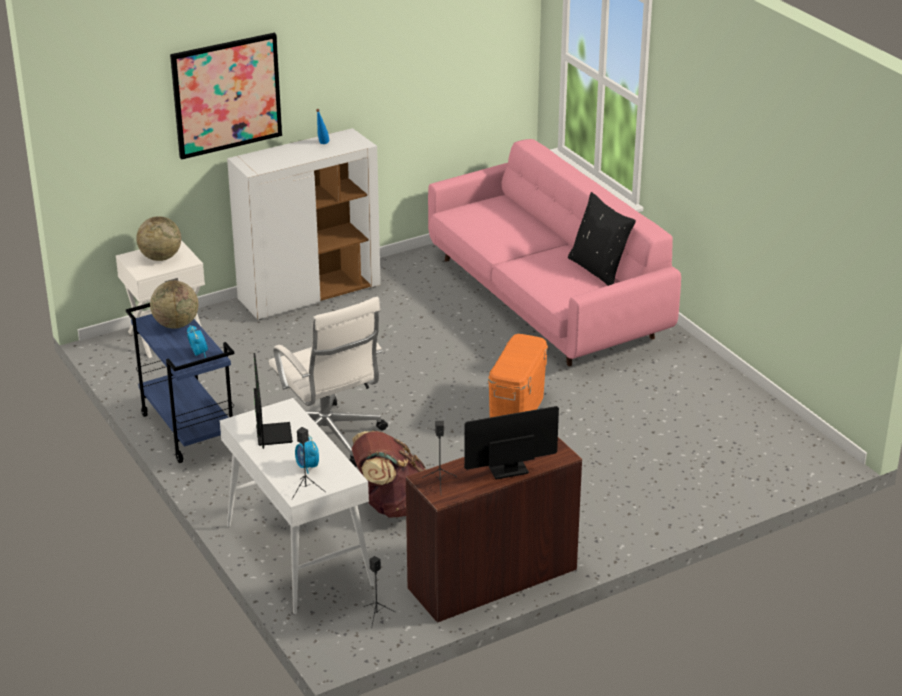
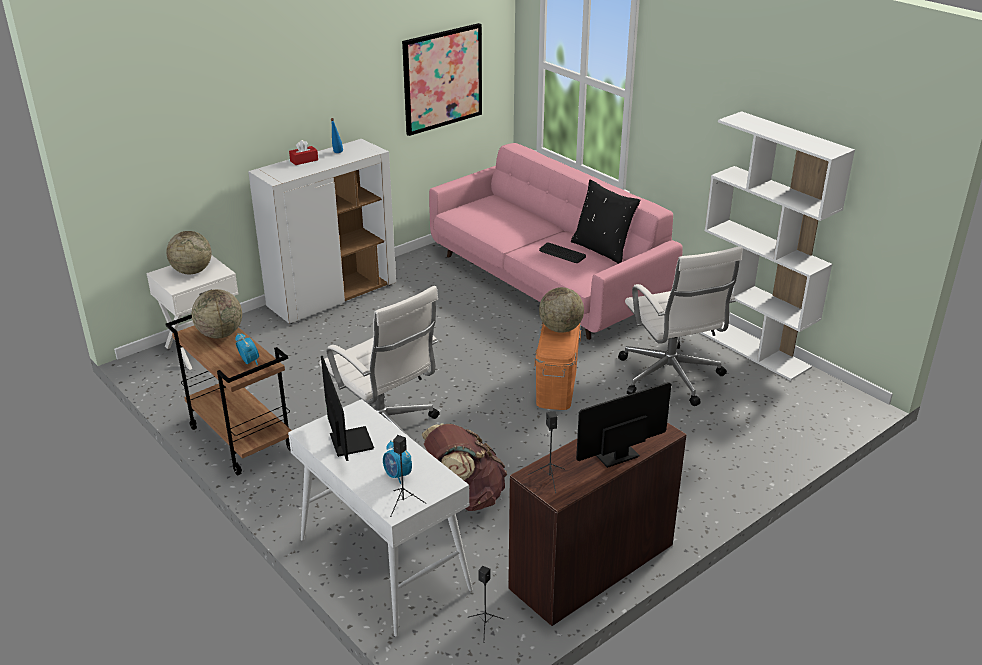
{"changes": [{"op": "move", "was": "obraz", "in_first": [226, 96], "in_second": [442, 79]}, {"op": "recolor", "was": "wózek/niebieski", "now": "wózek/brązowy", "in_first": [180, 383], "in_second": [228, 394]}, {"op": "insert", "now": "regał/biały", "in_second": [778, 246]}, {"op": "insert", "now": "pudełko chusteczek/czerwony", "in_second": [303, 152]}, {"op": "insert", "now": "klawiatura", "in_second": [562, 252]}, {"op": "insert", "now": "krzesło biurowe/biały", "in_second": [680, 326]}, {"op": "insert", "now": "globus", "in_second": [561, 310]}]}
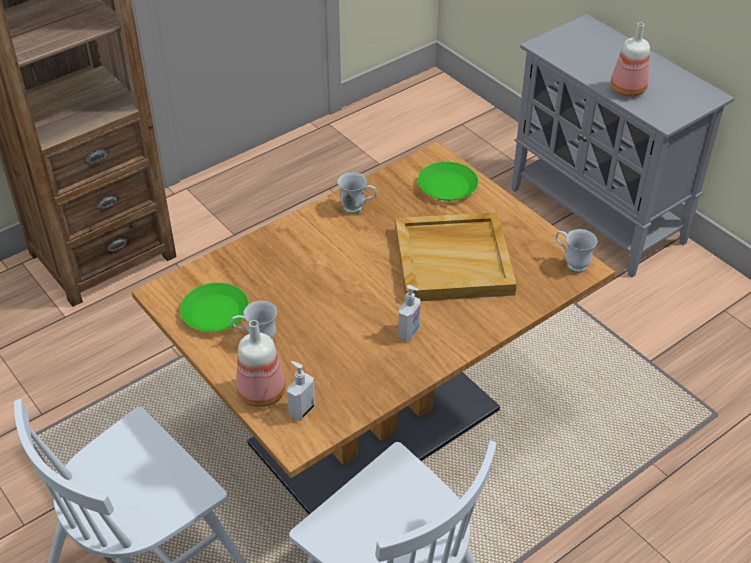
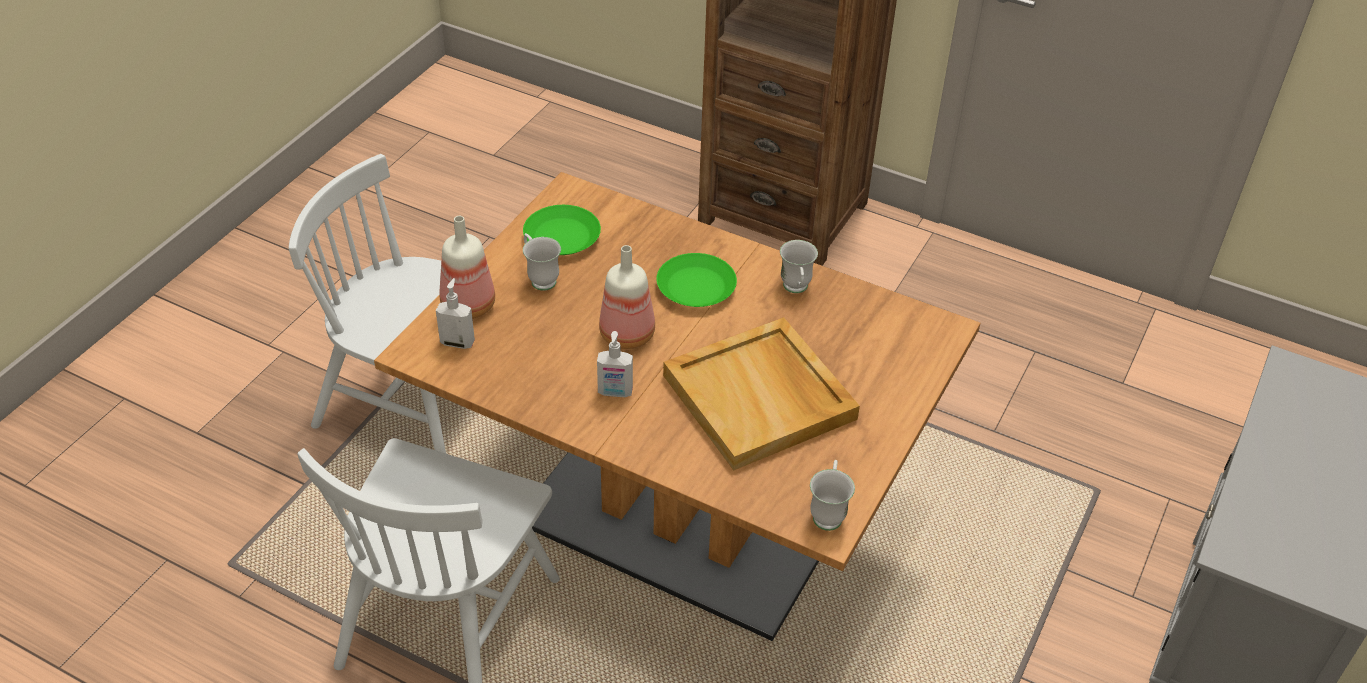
{"changes": [{"op": "move", "was": "butelka", "in_first": [630, 60], "in_second": [627, 297]}, {"op": "move", "was": "talerz/zielony", "in_first": [448, 181], "in_second": [697, 280]}]}
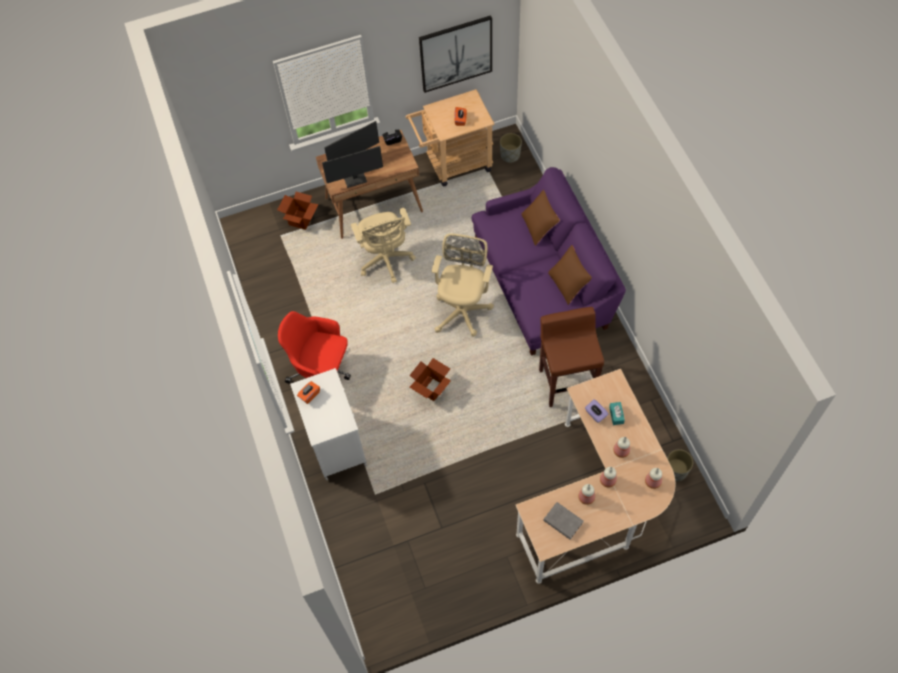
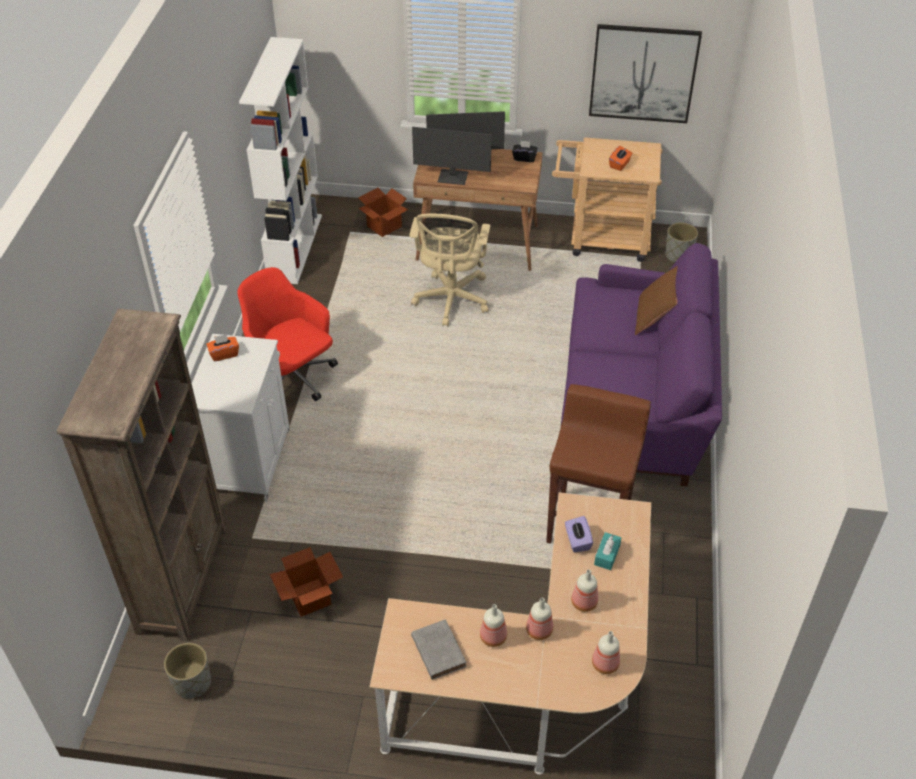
{"changes": [{"op": "delete", "was": "krzesło biurowe/beżowy", "in_first": [462, 285]}, {"op": "delete", "was": "poduszka/brązowy", "in_first": [570, 275]}, {"op": "move", "was": "karton", "in_first": [430, 379], "in_second": [306, 582]}, {"op": "move", "was": "donica/szary", "in_first": [680, 465], "in_second": [187, 671]}, {"op": "insert", "now": "regał/biały", "in_second": [280, 160]}, {"op": "insert", "now": "regał/brązowy", "in_second": [142, 475]}]}
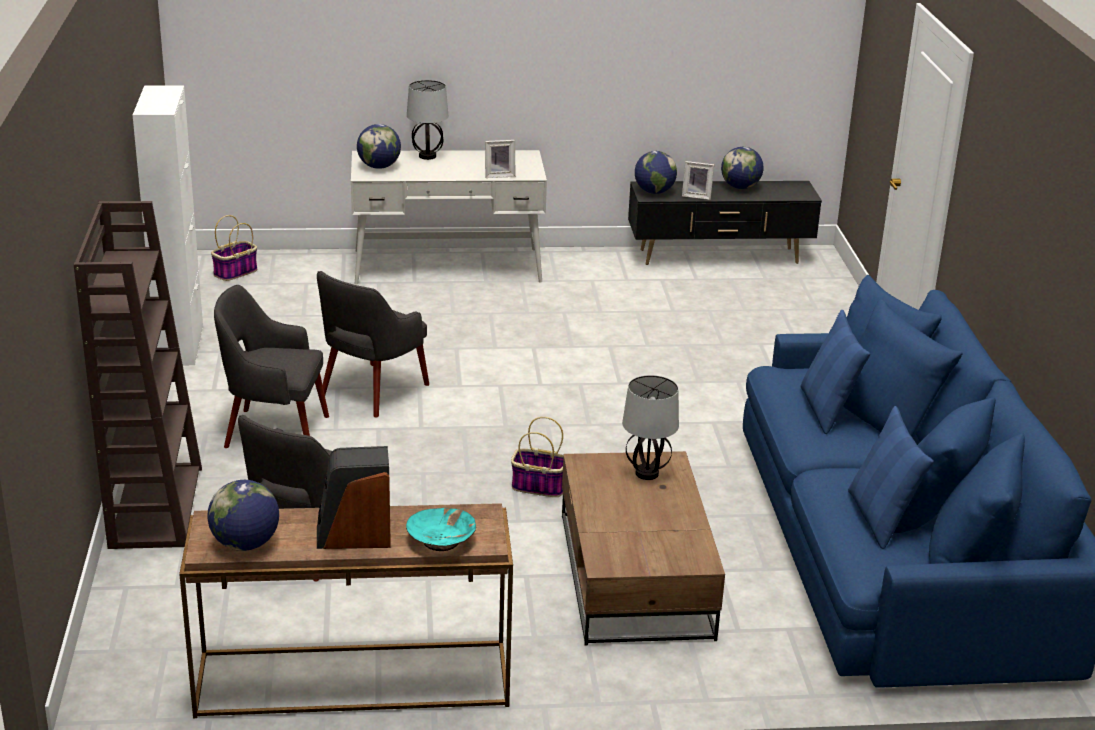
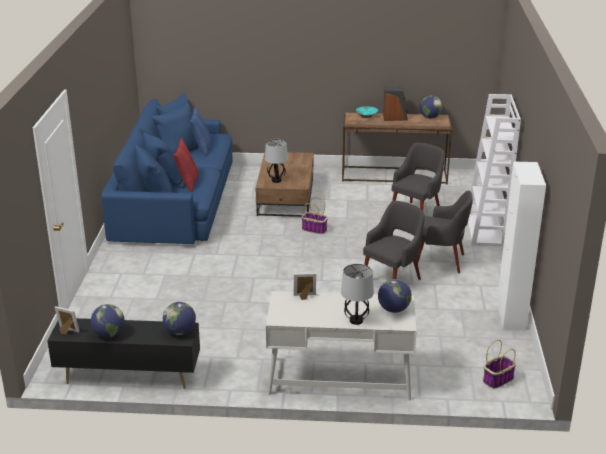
{"changes": [{"op": "move", "was": "ramka na zdjęcie", "in_first": [698, 180], "in_second": [67, 320]}, {"op": "recolor", "was": "regał/brązowy", "now": "regał/biały", "in_first": [138, 375], "in_second": [494, 170]}, {"op": "recolor", "was": "poduszka/niebieski", "now": "poduszka/czerwony", "in_first": [835, 372], "in_second": [185, 165]}]}
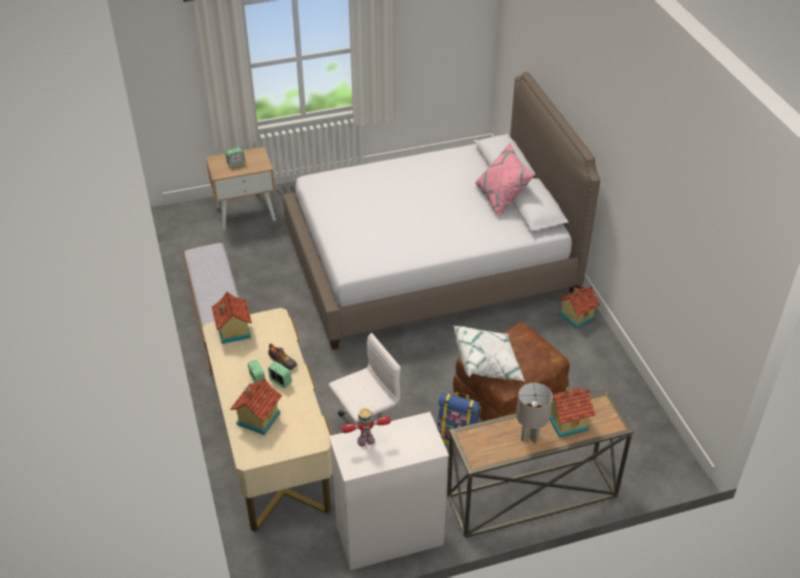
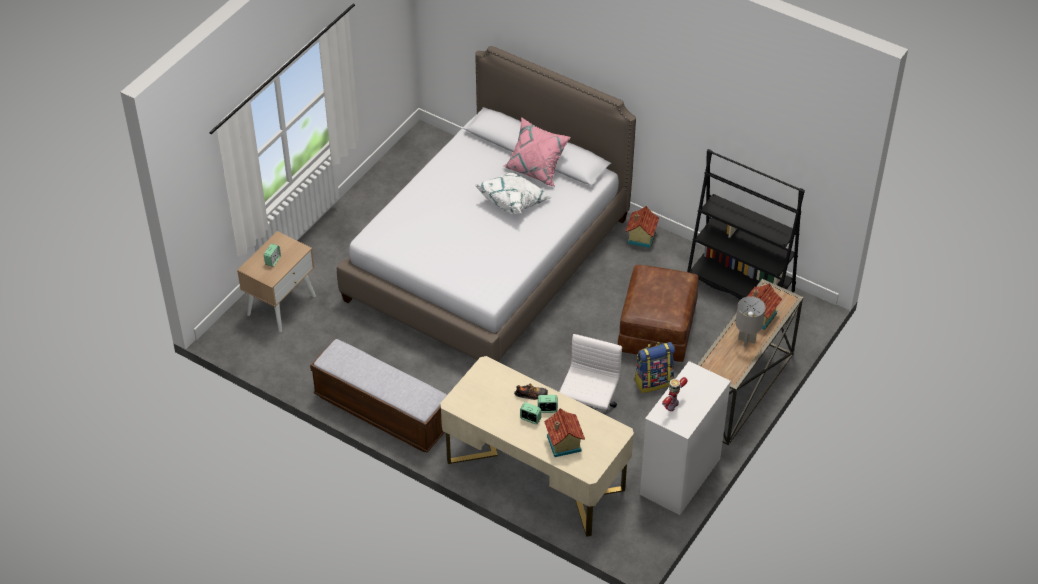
{"changes": [{"op": "delete", "was": "domek", "in_first": [232, 318]}, {"op": "move", "was": "poduszka/biały", "in_first": [489, 353], "in_second": [513, 193]}, {"op": "insert", "now": "regał/czarny", "in_second": [746, 224]}]}
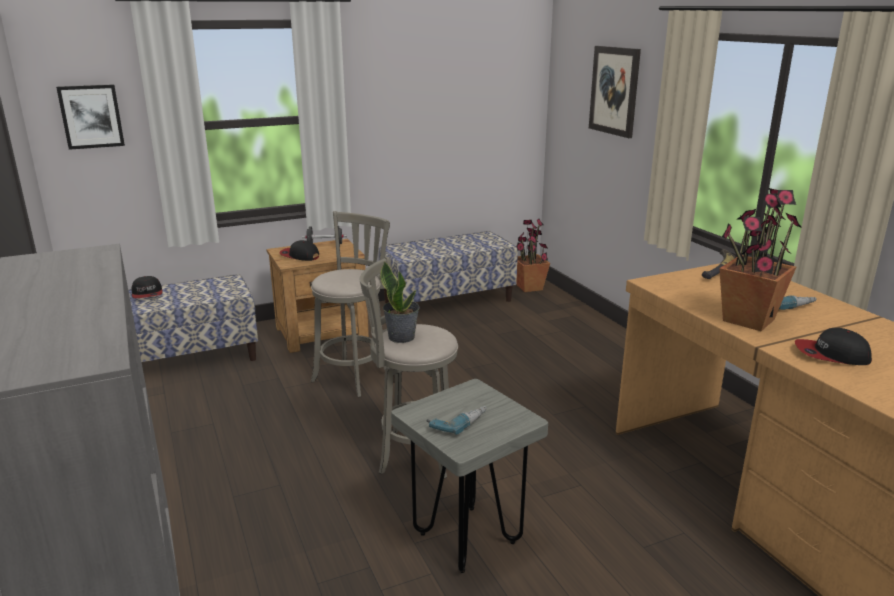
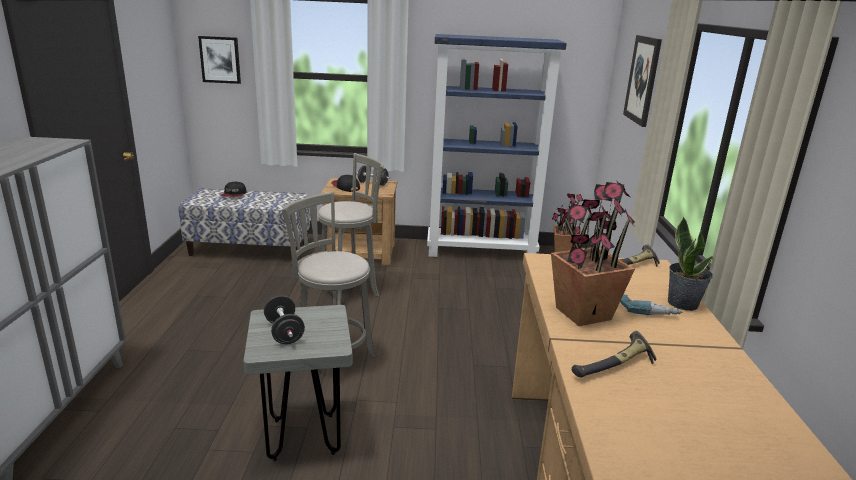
{"changes": [{"op": "replace", "was": "ławka", "now": "regał/niebieski", "in_first": [448, 267], "in_second": [497, 145]}, {"op": "move", "was": "roślina doniczkowa", "in_first": [400, 302], "in_second": [691, 264]}, {"op": "replace", "was": "czapka z daszkiem", "now": "młotek", "in_first": [833, 346], "in_second": [614, 354]}, {"op": "replace", "was": "wiertarka", "now": "hantel/czarny", "in_first": [456, 420], "in_second": [284, 319]}]}
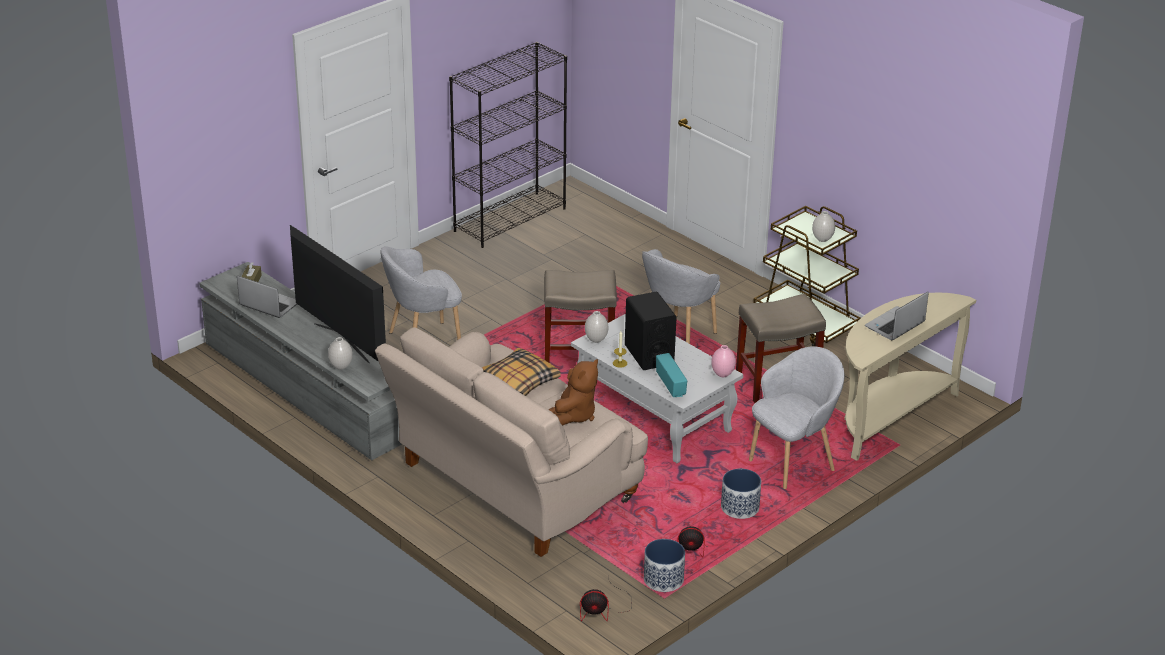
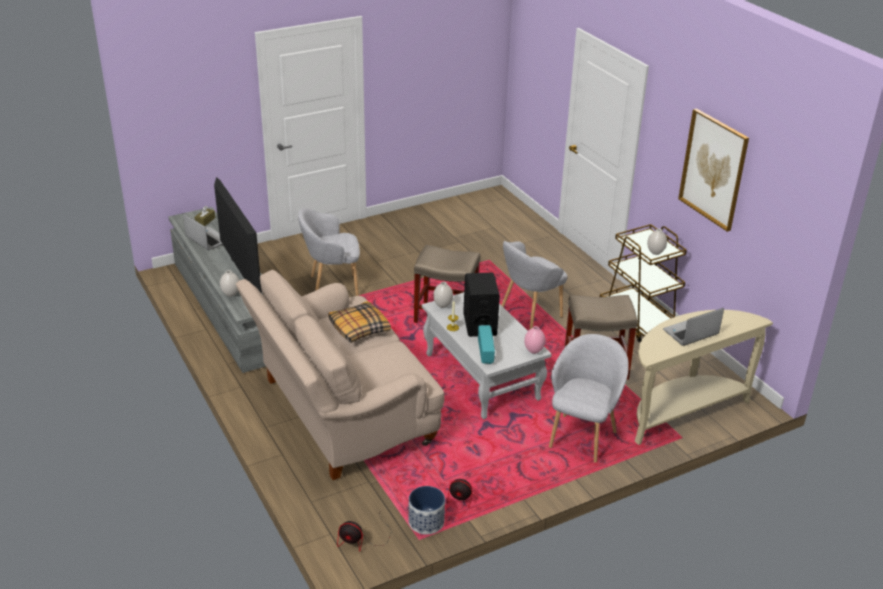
{"changes": [{"op": "delete", "was": "regał/czarny", "in_first": [508, 145]}, {"op": "rotate", "was": "fotel/szary", "in_first": [797, 417], "in_second": [589, 398], "clockwise": -45}, {"op": "delete", "was": "pluszak/brązowy", "in_first": [573, 392]}, {"op": "delete", "was": "donica", "in_first": [741, 494]}, {"op": "insert", "now": "obraz", "in_second": [713, 170]}]}
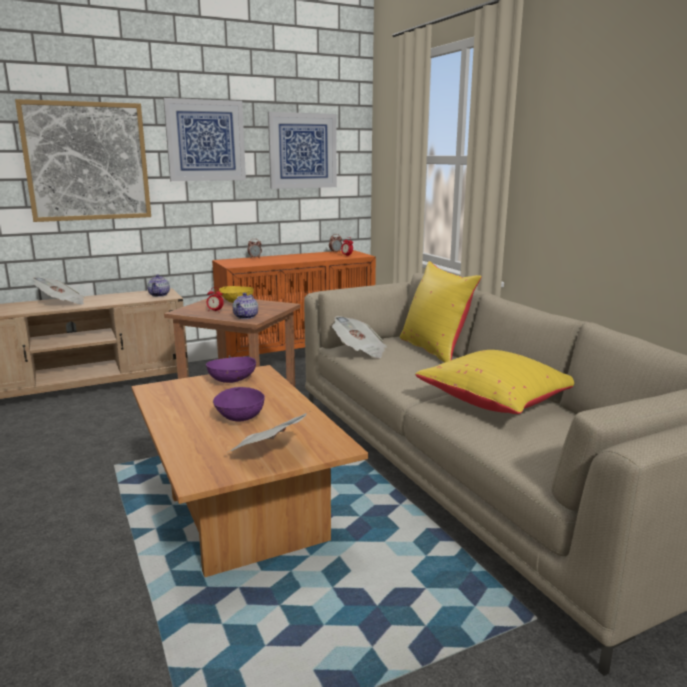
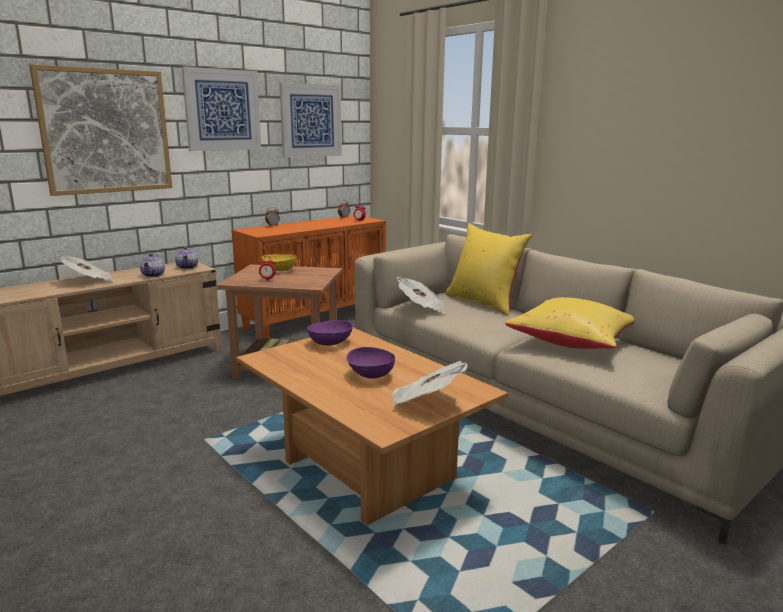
{"changes": [{"op": "move", "was": "imbryk", "in_first": [245, 306], "in_second": [152, 265]}]}
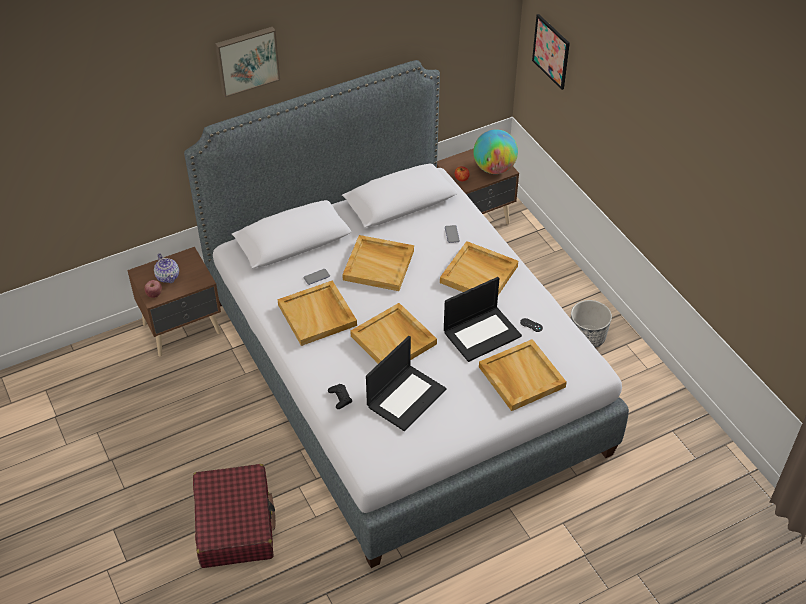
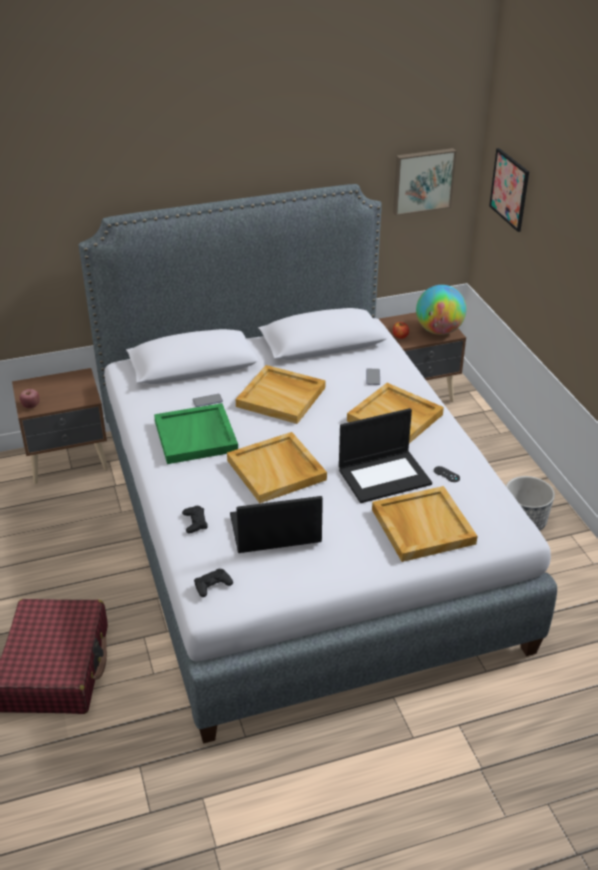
{"changes": [{"op": "move", "was": "obraz", "in_first": [247, 62], "in_second": [424, 182]}, {"op": "delete", "was": "imbryk", "in_first": [166, 268]}, {"op": "recolor", "was": "taca/beżowy", "now": "taca/zielony", "in_first": [317, 313], "in_second": [196, 433]}, {"op": "rotate", "was": "laptop", "in_first": [406, 384], "in_second": [276, 524], "clockwise": -150}, {"op": "insert", "now": "pad do gier/czarny", "in_second": [213, 583]}]}
